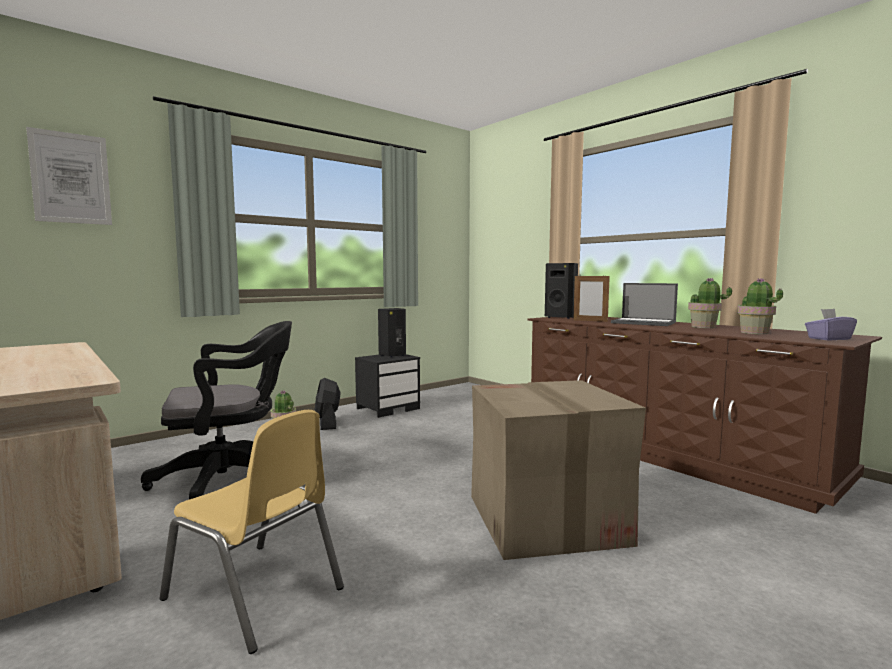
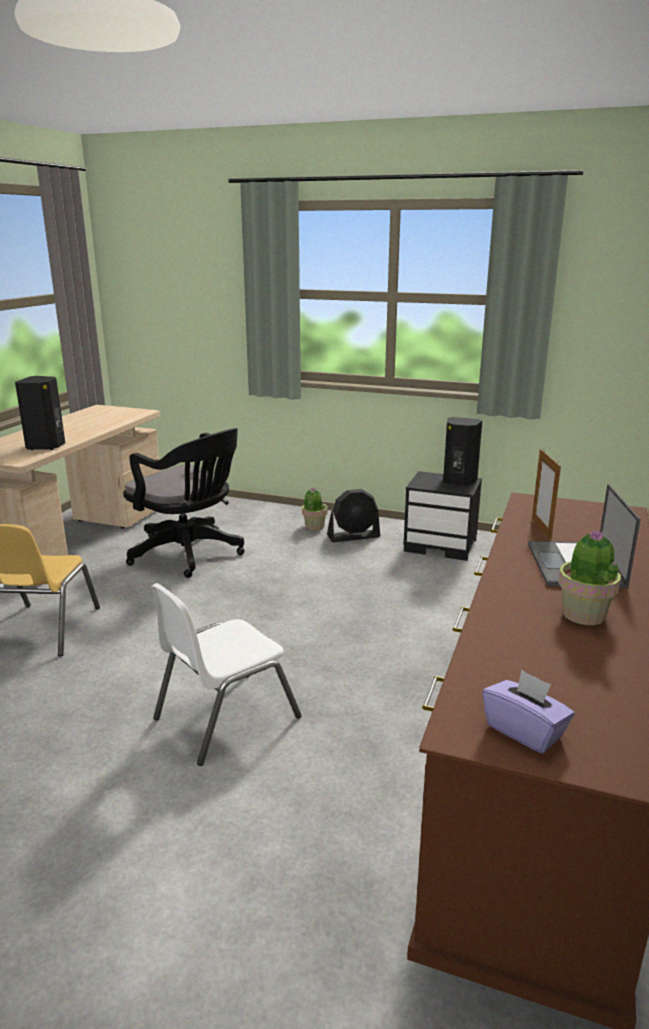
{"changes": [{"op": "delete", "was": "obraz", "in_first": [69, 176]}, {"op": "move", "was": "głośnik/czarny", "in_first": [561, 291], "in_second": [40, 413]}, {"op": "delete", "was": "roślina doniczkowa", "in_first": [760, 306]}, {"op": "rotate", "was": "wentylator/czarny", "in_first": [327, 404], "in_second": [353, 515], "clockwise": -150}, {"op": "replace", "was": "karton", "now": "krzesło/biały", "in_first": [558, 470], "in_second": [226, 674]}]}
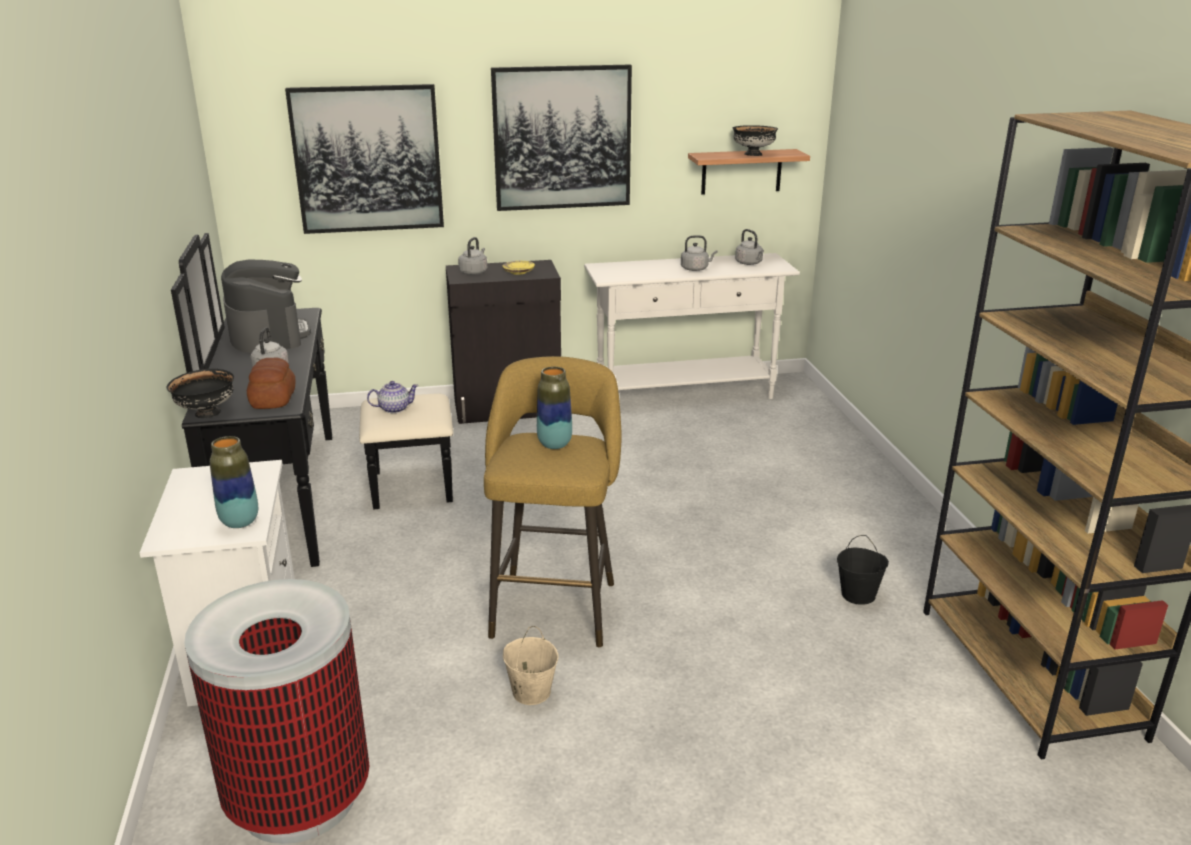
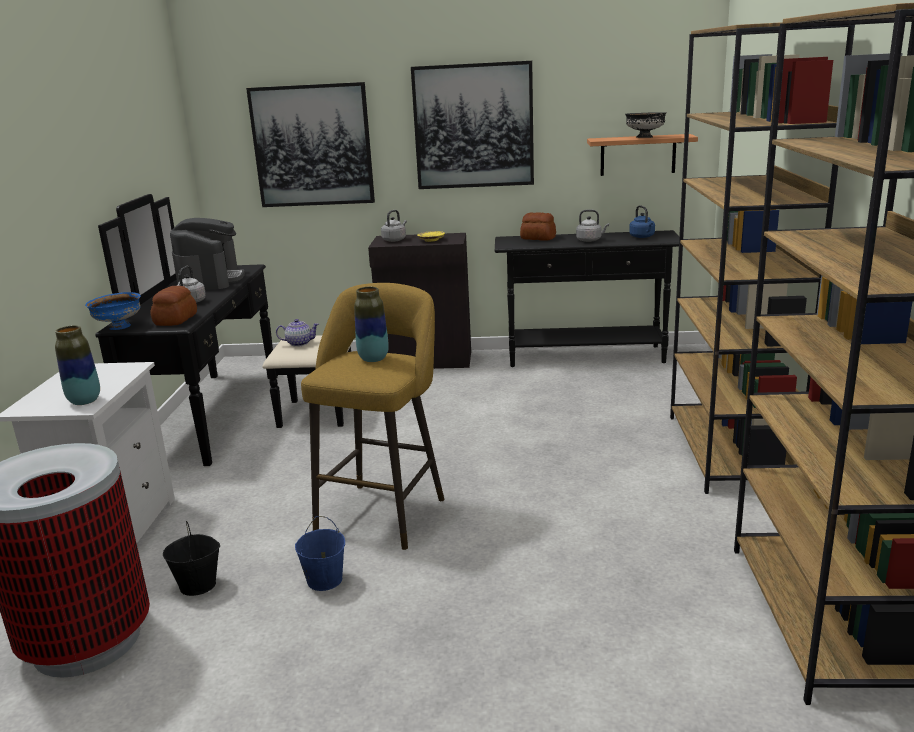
{"changes": [{"op": "recolor", "was": "czajnik/szary", "now": "czajnik/niebieski", "in_first": [749, 247], "in_second": [642, 221]}, {"op": "recolor", "was": "stolik konsolowy/biały", "now": "stolik konsolowy/czarny", "in_first": [692, 326], "in_second": [587, 298]}, {"op": "recolor", "was": "miska/czarny", "now": "miska/niebieski", "in_first": [200, 393], "in_second": [113, 311]}, {"op": "move", "was": "wiadro/czarny", "in_first": [863, 570], "in_second": [191, 558]}, {"op": "recolor", "was": "wiadro/beżowy", "now": "wiadro/niebieski", "in_first": [531, 665], "in_second": [320, 553]}, {"op": "insert", "now": "regał/brązowy", "in_second": [762, 258]}, {"op": "insert", "now": "chleb", "in_second": [538, 226]}]}
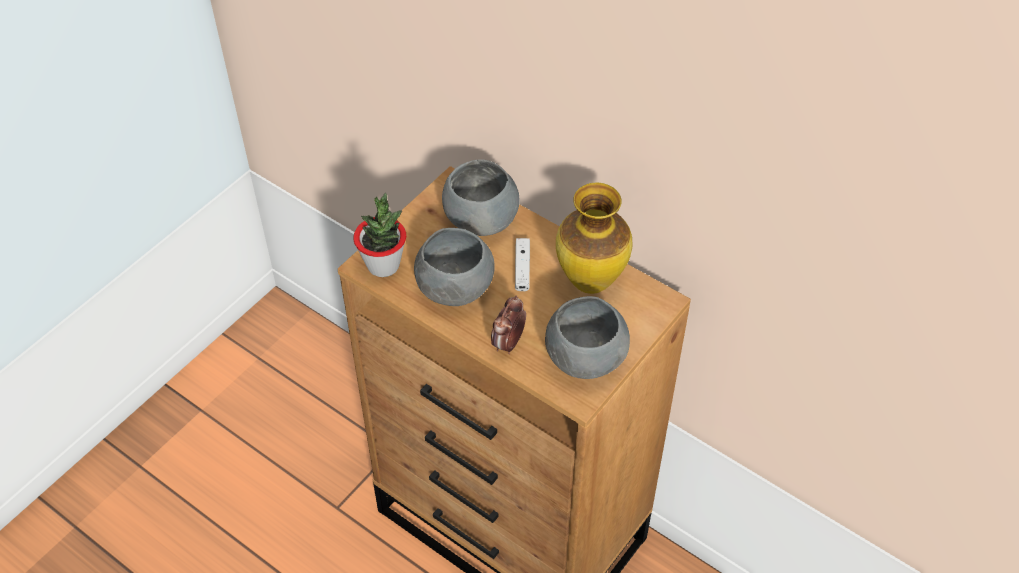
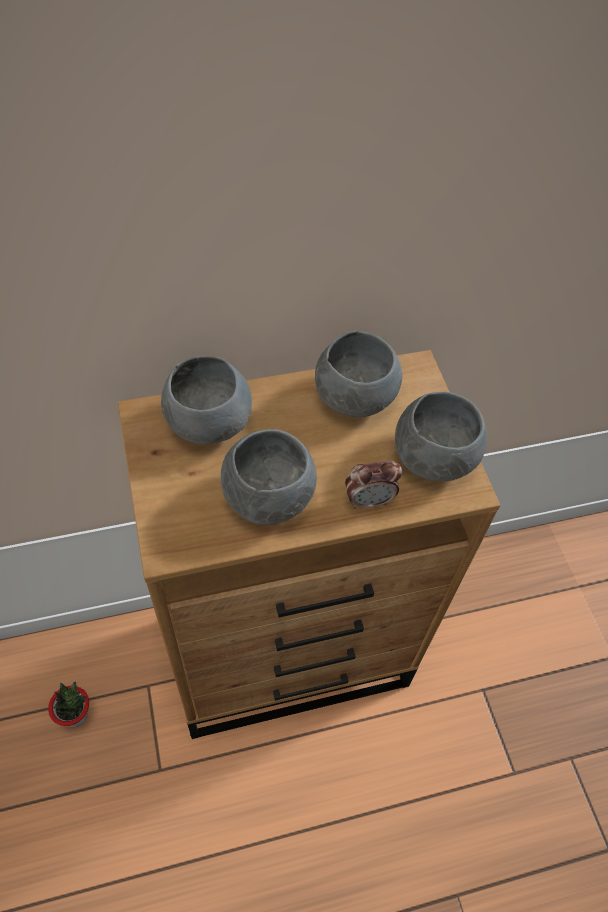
{"changes": [{"op": "replace", "was": "wazon", "now": "miska/szary", "in_first": [594, 238], "in_second": [359, 374]}, {"op": "move", "was": "roślina doniczkowa", "in_first": [379, 235], "in_second": [68, 704]}, {"op": "delete", "was": "pad do gier/biały", "in_first": [522, 264]}, {"op": "rotate", "was": "budzik", "in_first": [508, 325], "in_second": [373, 485], "clockwise": -75}]}
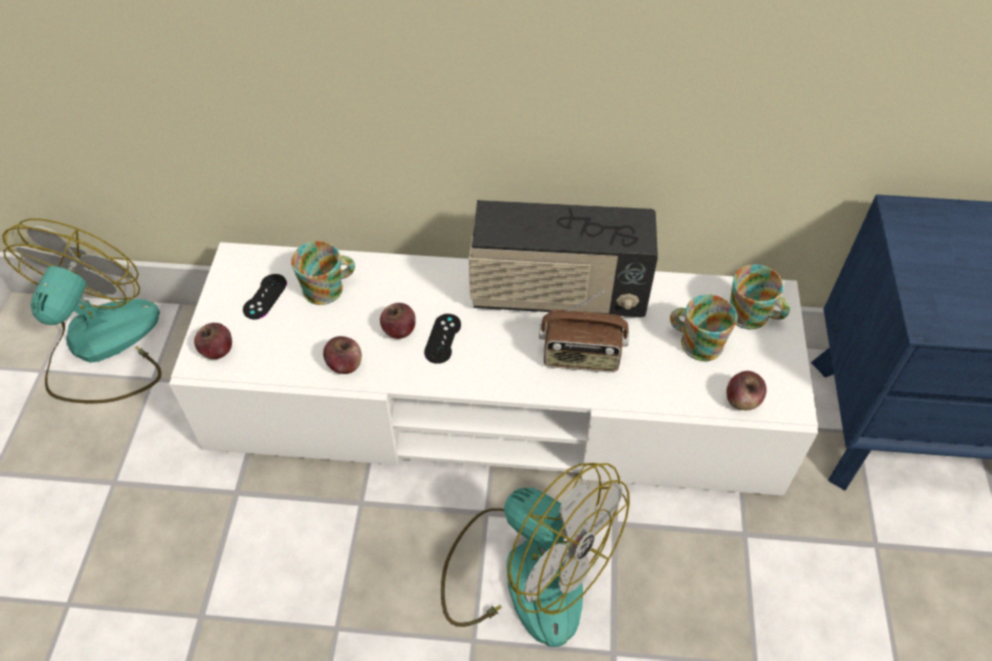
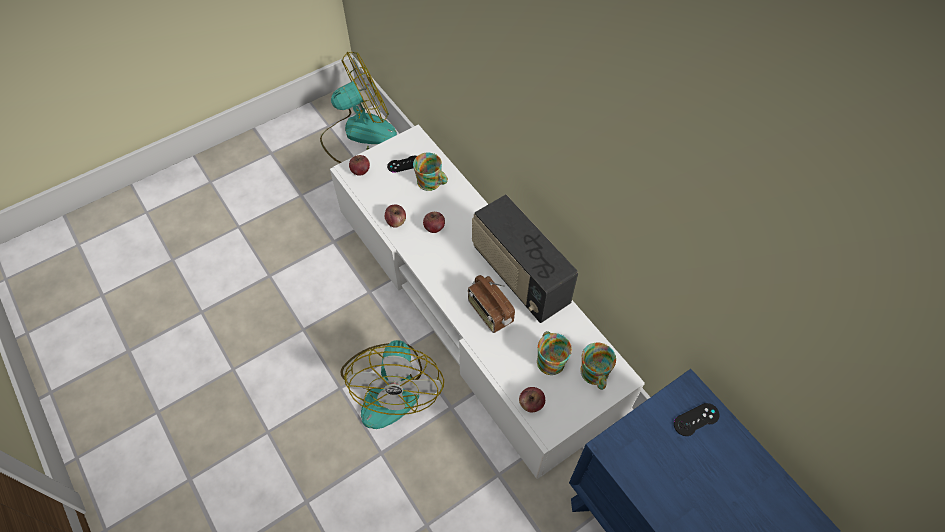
{"changes": [{"op": "move", "was": "pad do gier/czarny", "in_first": [442, 339], "in_second": [696, 419]}]}
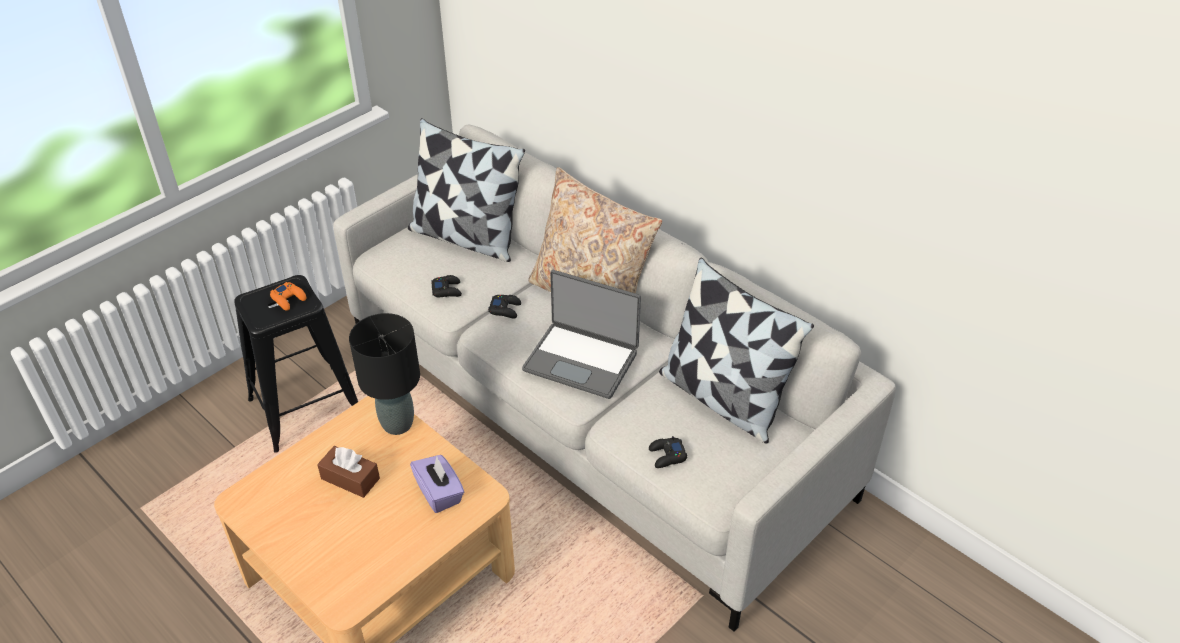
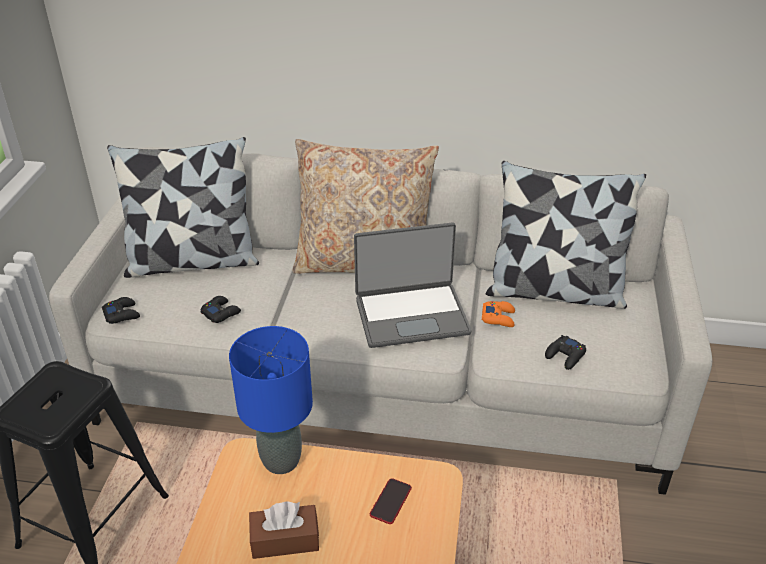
{"changes": [{"op": "move", "was": "pad do gier/pomarańczowy", "in_first": [288, 296], "in_second": [498, 314]}, {"op": "move", "was": "pad do gier/czarny", "in_first": [504, 306], "in_second": [121, 310]}, {"op": "recolor", "was": "lampa stołowa/czarny", "now": "lampa stołowa/niebieski", "in_first": [384, 374], "in_second": [271, 400]}, {"op": "replace", "was": "pudełko chusteczek/fioletowy", "now": "telefon", "in_first": [437, 484], "in_second": [391, 501]}]}
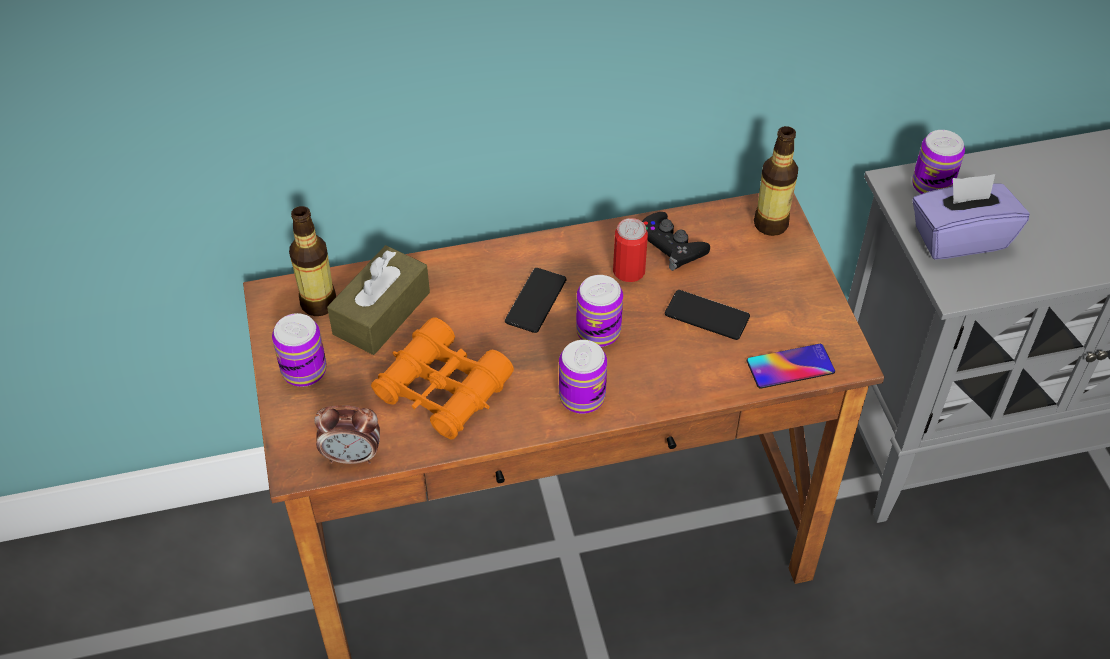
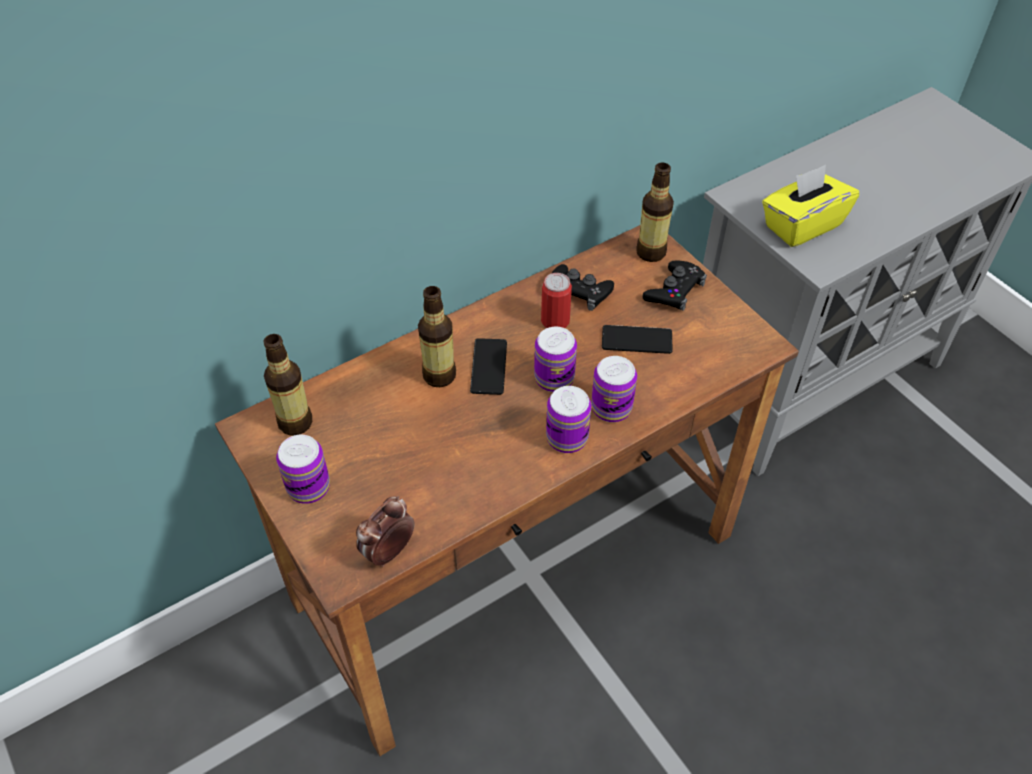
{"changes": [{"op": "move", "was": "puszka", "in_first": [938, 162], "in_second": [614, 389]}, {"op": "recolor", "was": "pudełko chusteczek/fioletowy", "now": "pudełko chusteczek/żółty", "in_first": [971, 217], "in_second": [810, 206]}, {"op": "delete", "was": "pudełko chusteczek/brązowy", "in_first": [378, 300]}, {"op": "delete", "was": "lornetka/pomarańczowy", "in_first": [442, 378]}, {"op": "delete", "was": "telefon", "in_first": [791, 366]}, {"op": "rotate", "was": "budzik", "in_first": [347, 434], "in_second": [385, 531], "clockwise": 150}, {"op": "insert", "now": "pad do gier/czarny", "in_second": [675, 285]}, {"op": "insert", "now": "butelka", "in_second": [437, 336]}]}
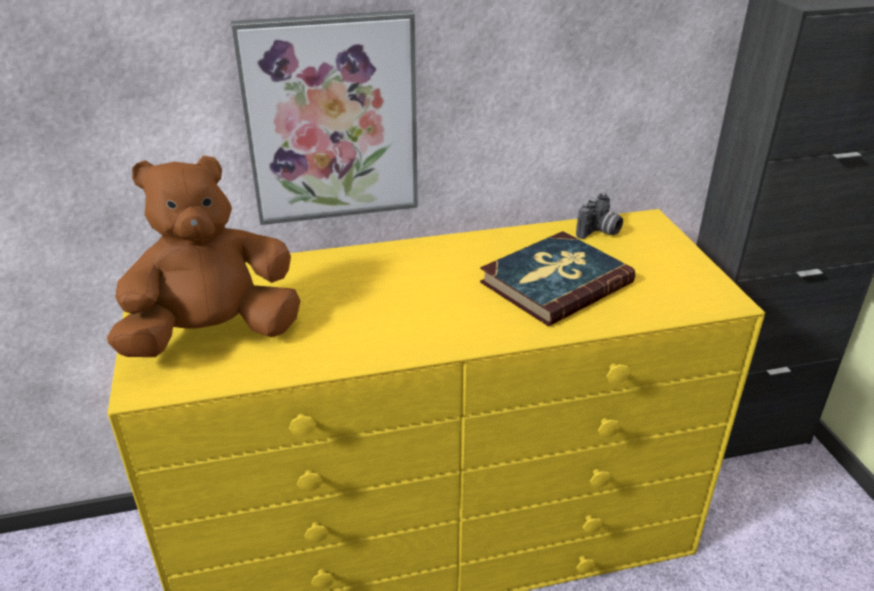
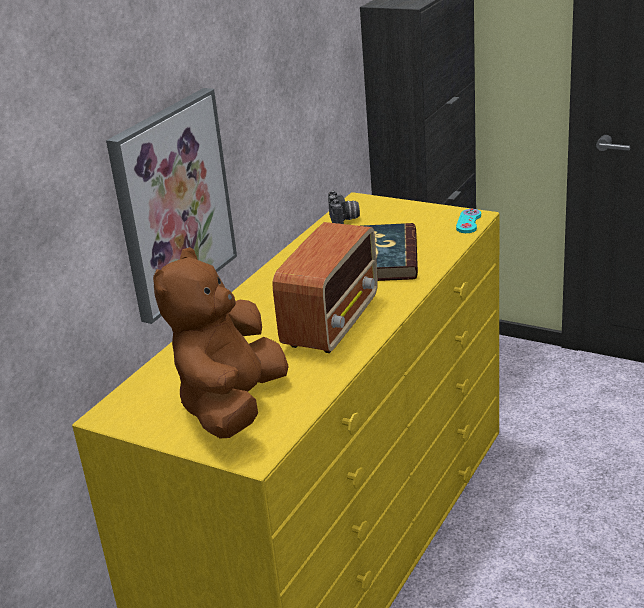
{"changes": [{"op": "insert", "now": "pad do gier/turkusowy", "in_second": [468, 221]}, {"op": "insert", "now": "radio", "in_second": [325, 287]}]}
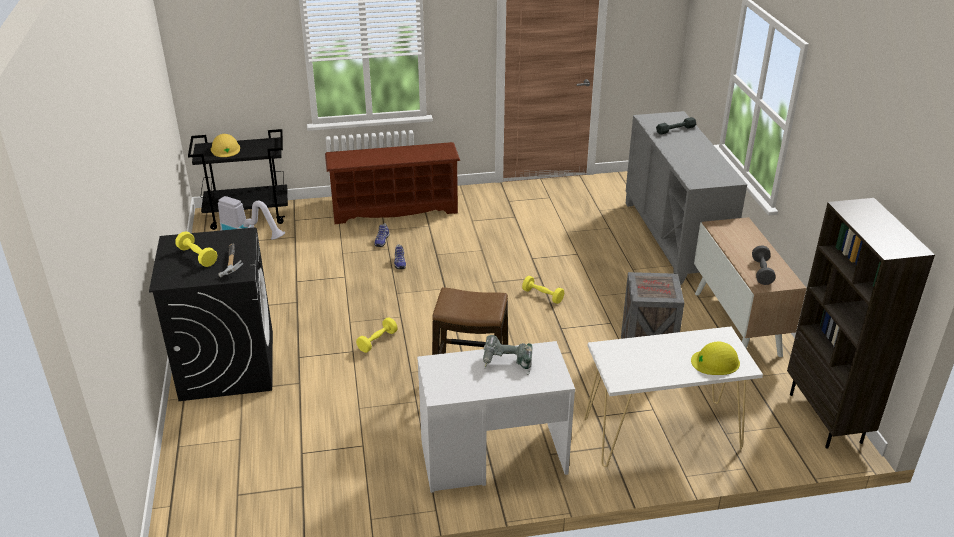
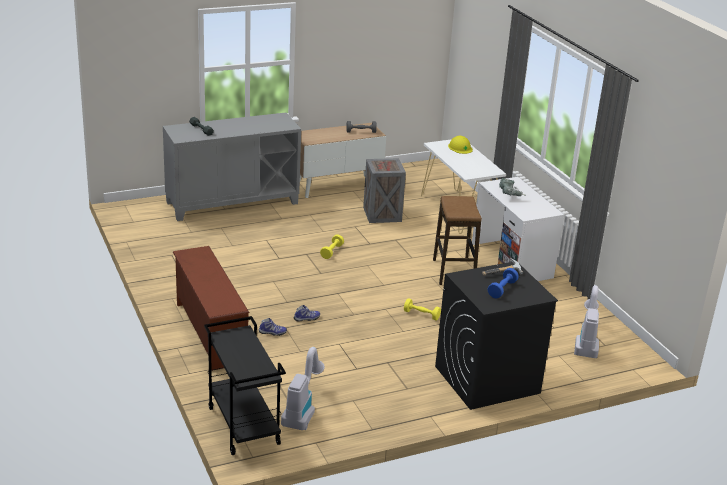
{"changes": [{"op": "delete", "was": "kask/żółty", "in_first": [225, 145]}, {"op": "delete", "was": "regał/brązowy", "in_first": [861, 323]}, {"op": "recolor", "was": "hantel/żółty", "now": "hantel/niebieski", "in_first": [196, 249], "in_second": [503, 283]}, {"op": "insert", "now": "odkurzacz", "in_second": [586, 321]}]}
